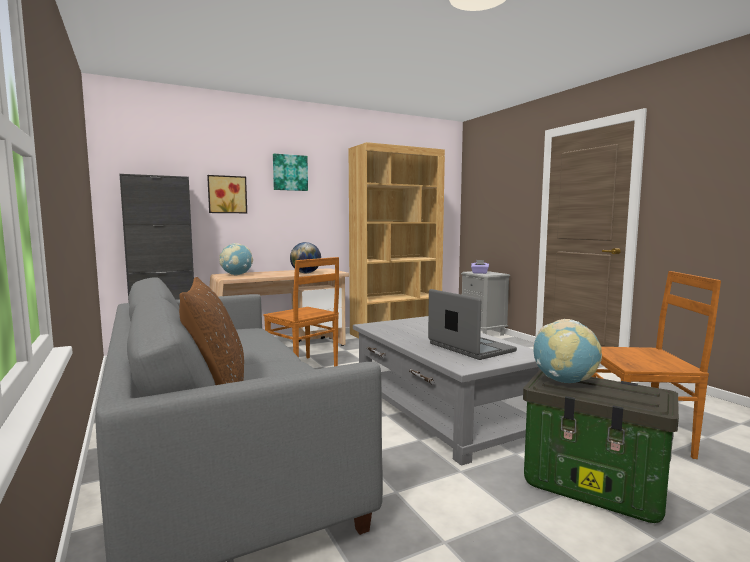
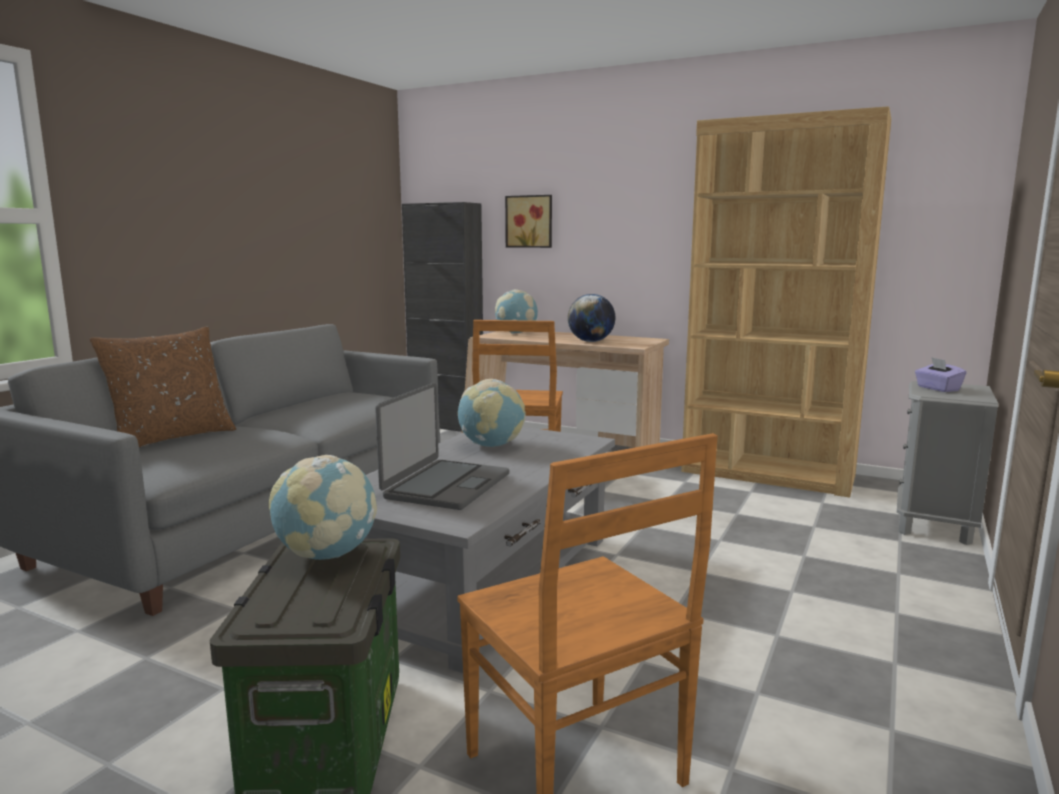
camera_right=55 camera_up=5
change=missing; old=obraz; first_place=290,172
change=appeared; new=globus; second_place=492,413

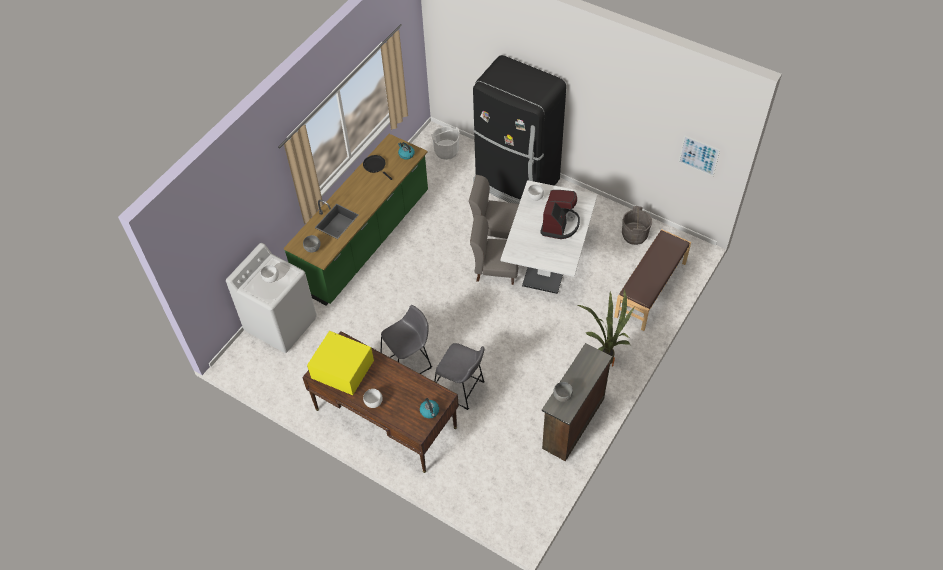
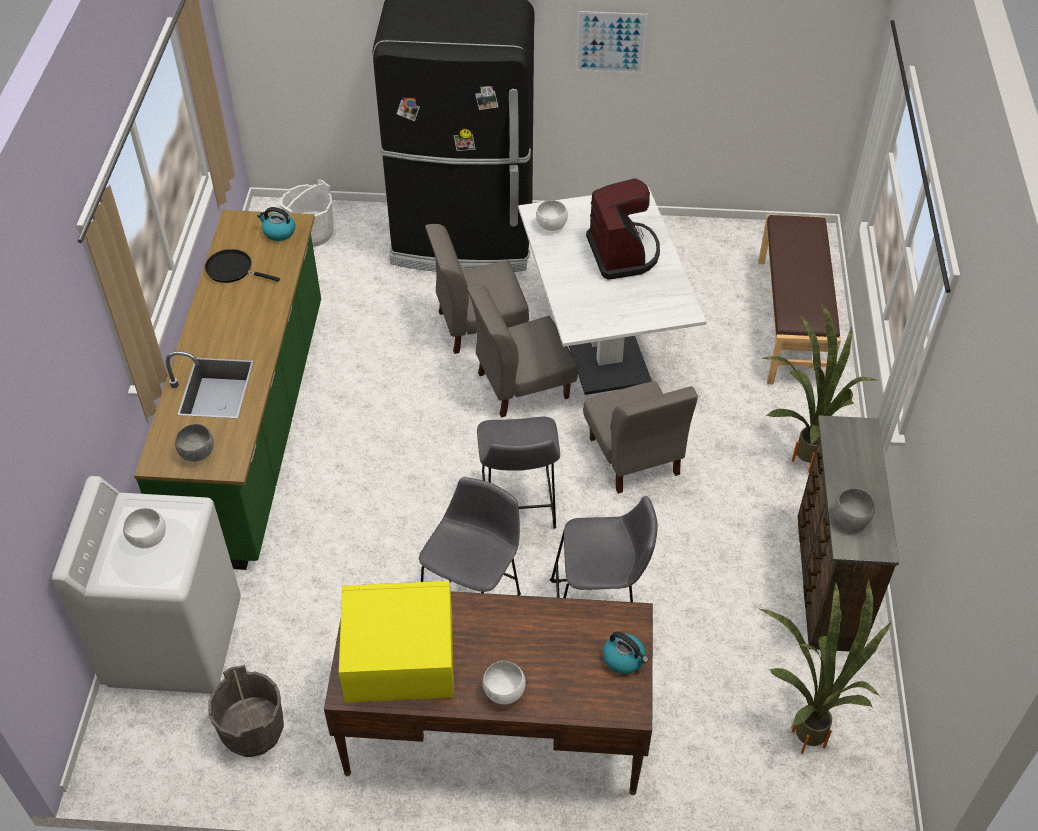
camera_right=-30 camera_up=-5
change=relocated; old=wiadro (szary); first_place=637,225; second_place=246,711
change=relocated; old=obraz; first_place=699,155; second_place=612,42
change=appeared; new=stołek (szary); second_place=518,473
change=appeared; new=krzesło (szary); second_place=640,437
change=appeared; new=roślina doniczkowa; second_place=826,666

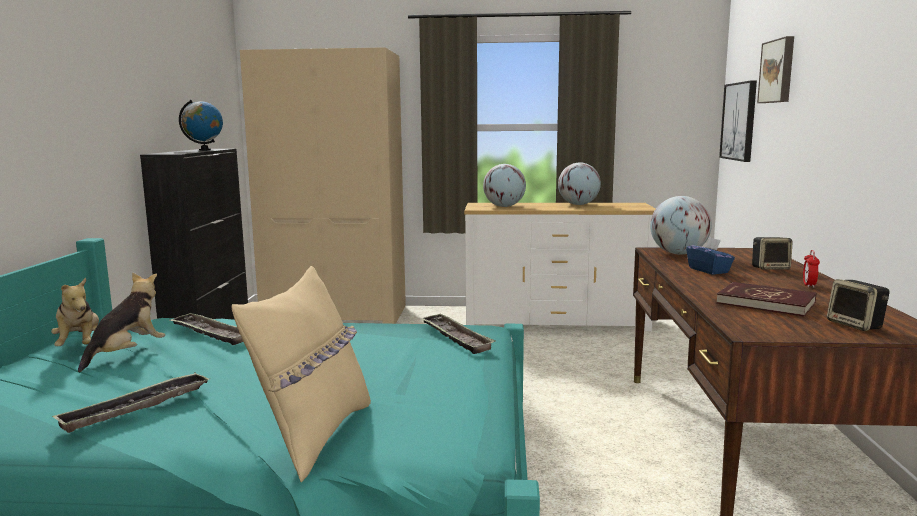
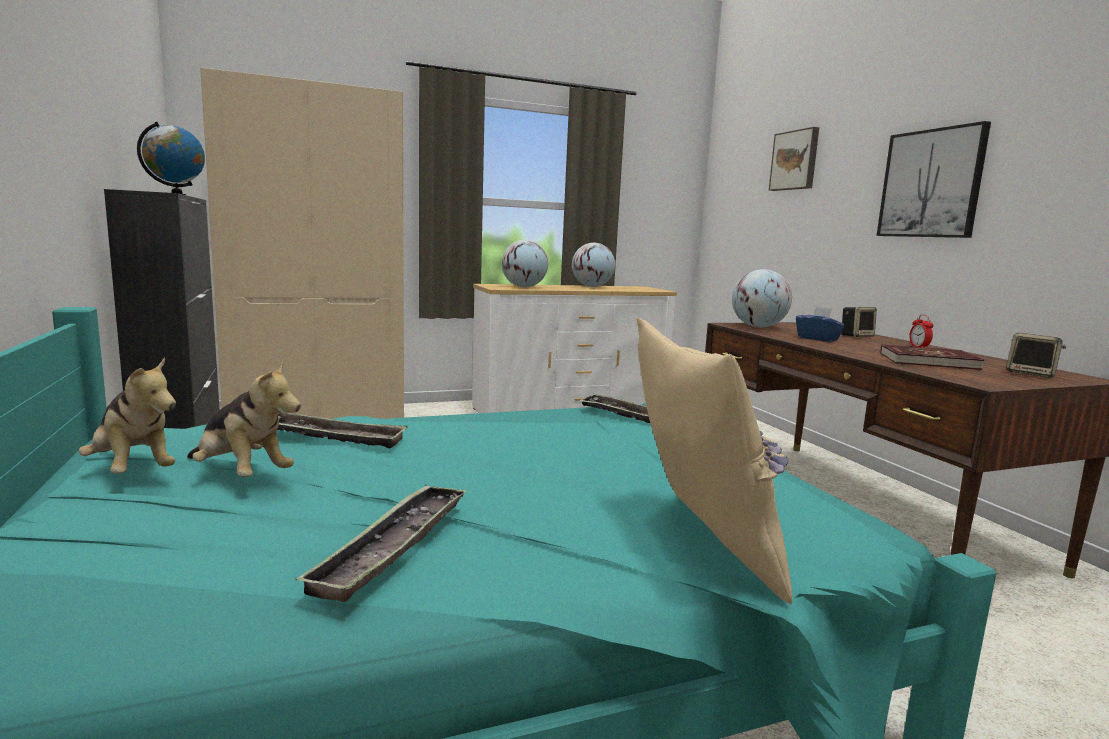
camera_right=-25 camera_up=0
change=spun; old=pluszak; first_place=121,322; second_place=244,419; degrees=120
change=relocated; old=obraz; first_place=738,121; second_place=934,179

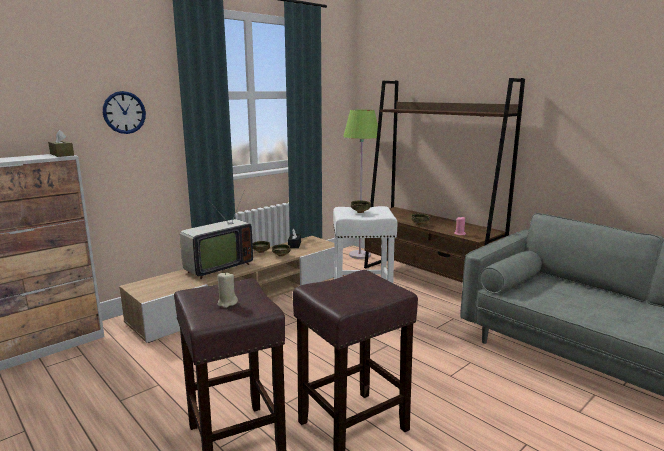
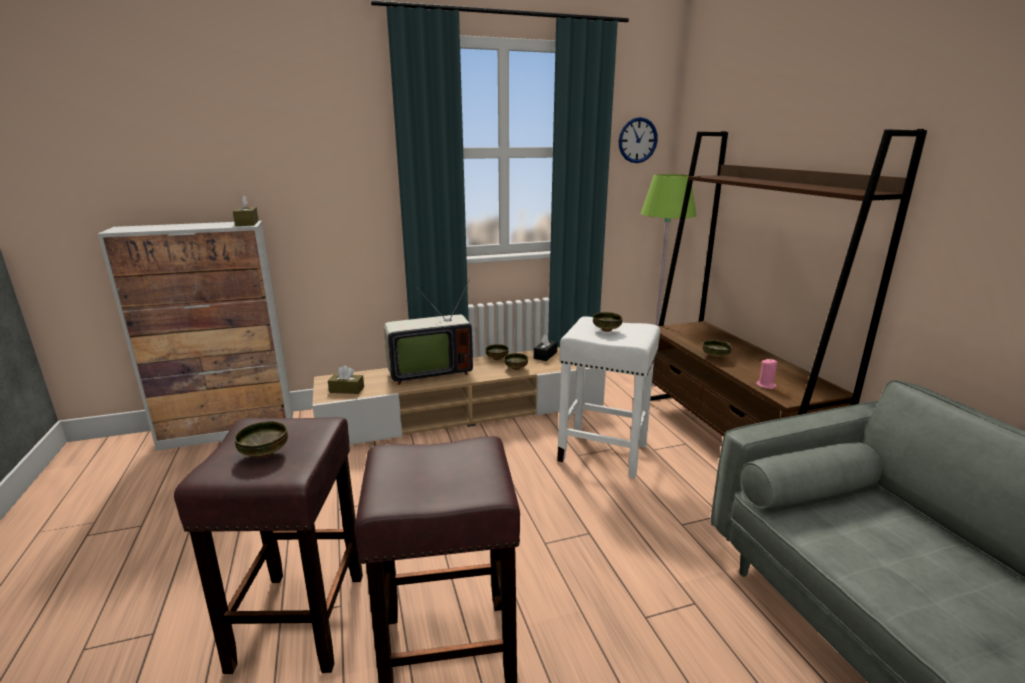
camera_right=25 camera_up=5
change=relocated; old=zegar ścienny; first_place=124,112; second_place=638,140
change=exchanged; old=świeca (beżowy); new=miska; first_place=227,290; second_place=261,439
change=appeared; new=pudełko chusteczek (brązowy); second_place=346,379

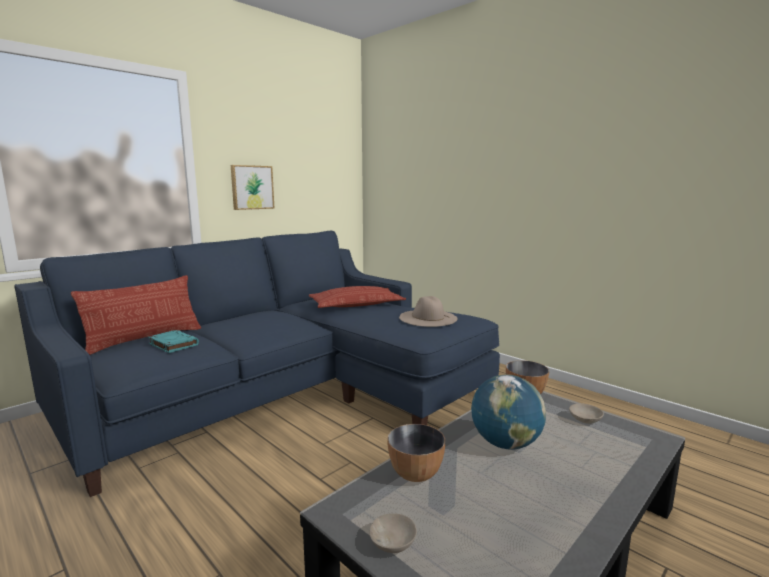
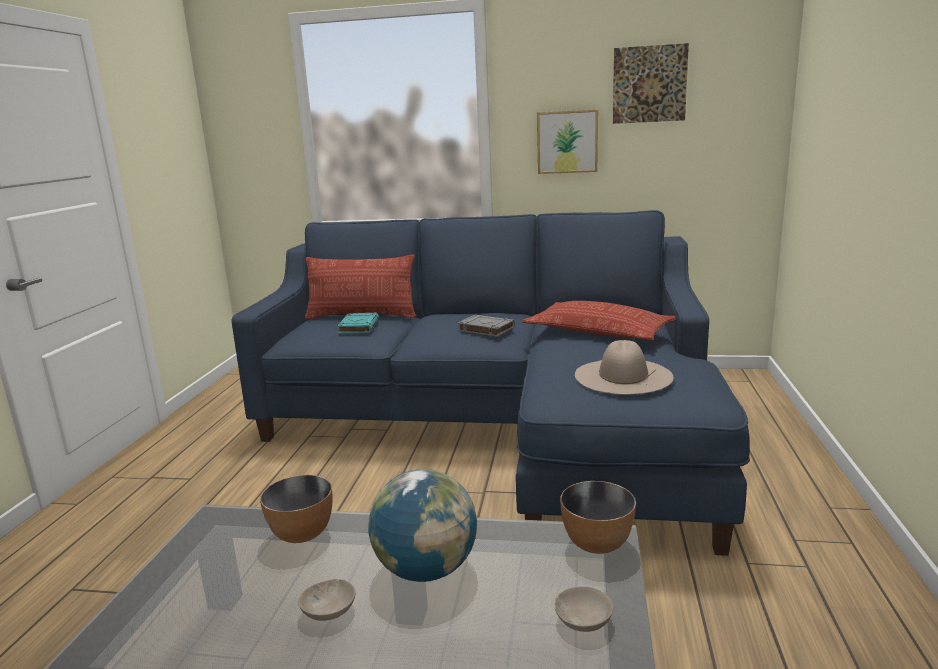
camera_right=55 camera_up=5
change=relocated; old=miska (beżowy); first_place=393,533; second_place=327,600
change=appeared; new=książka (szary); second_place=486,326
change=appeared; new=obraz; second_place=651,83

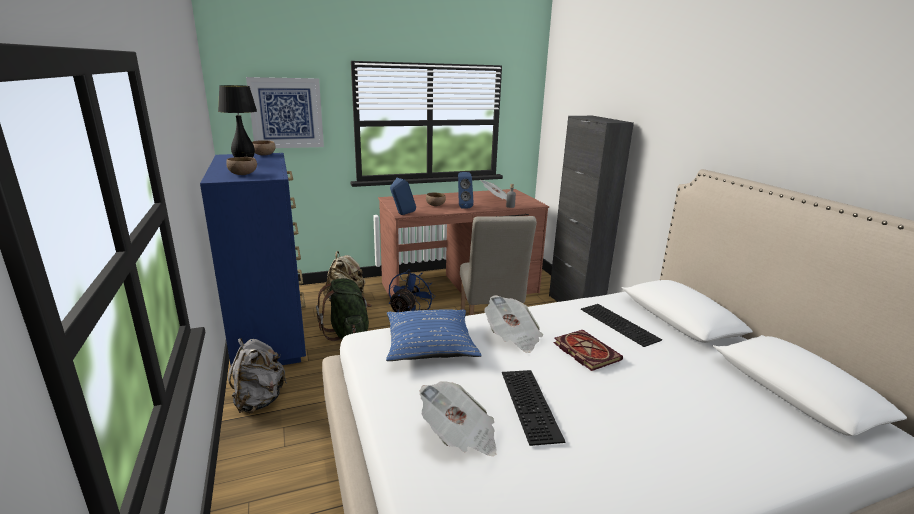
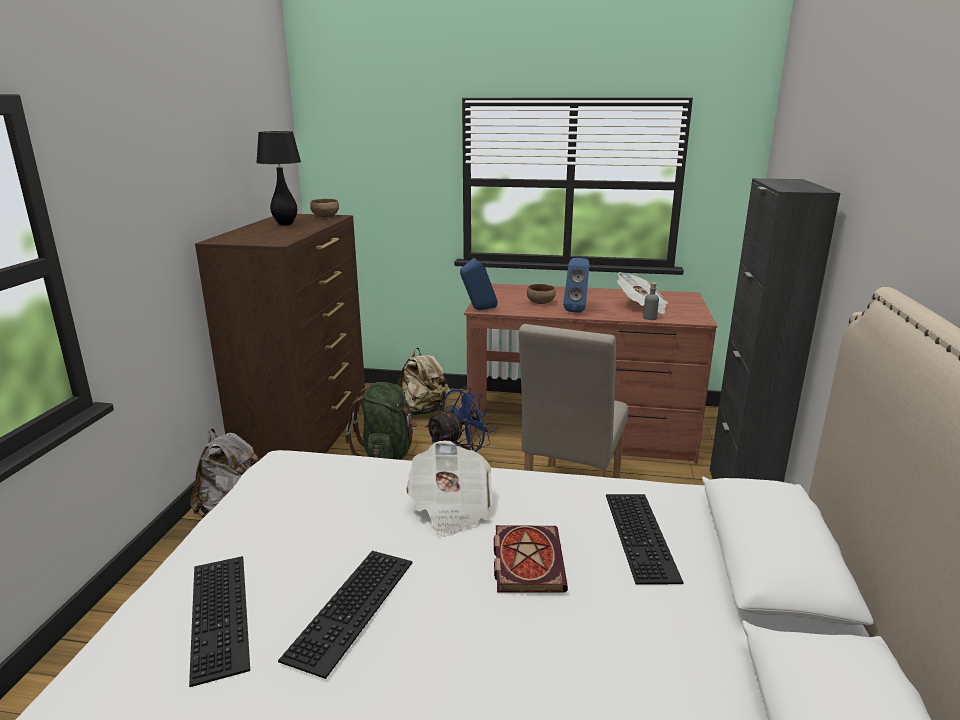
camera_right=30 camera_up=0
change=colour; old=komoda (niebieski); new=komoda (brązowy); first_place=253,259; second_place=280,337
change=missing; old=miska (brązowy); first_place=241,166
change=missing; old=obraz; first_place=285,112
change=missing; old=poduszka (niebieski); first_place=434,335
change=exchanged; old=gazeta; new=klawiatura; first_place=457,418; second_place=219,621

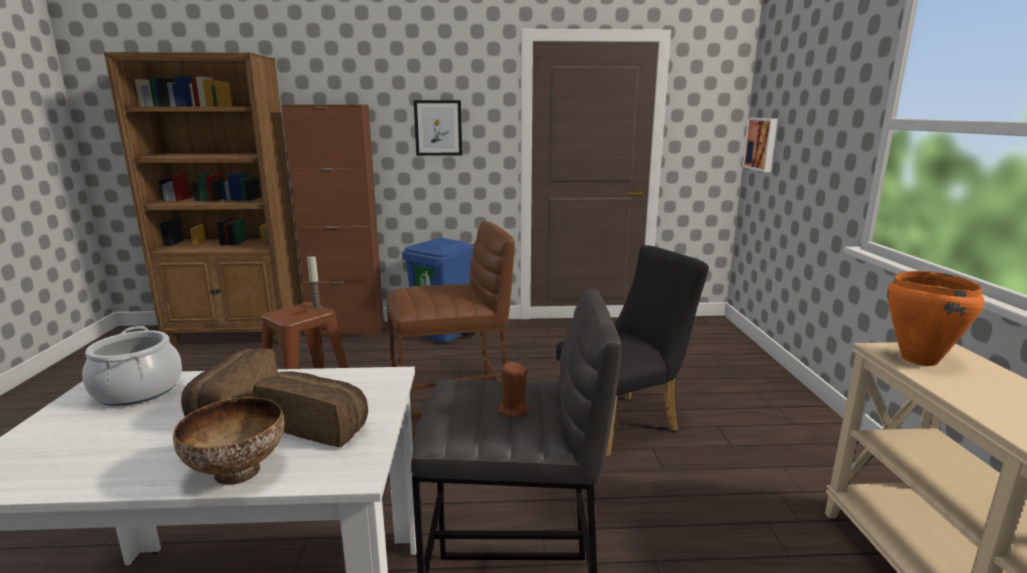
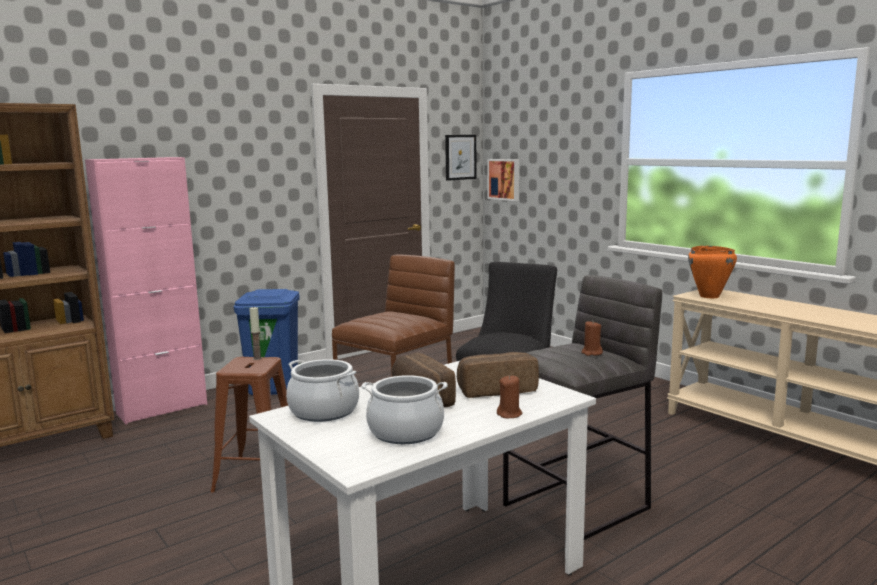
camera_right=-35 camera_up=-5
change=exchanged; old=miska; new=świeca (brązowy); first_place=228,441; second_place=509,396
change=colour; old=szafka (brązowy); new=szafka (różowy); first_place=332,220; second_place=146,290
change=relocated; old=obraz; first_place=438,128; second_place=461,158
change=appeared; new=garnek; second_place=404,409

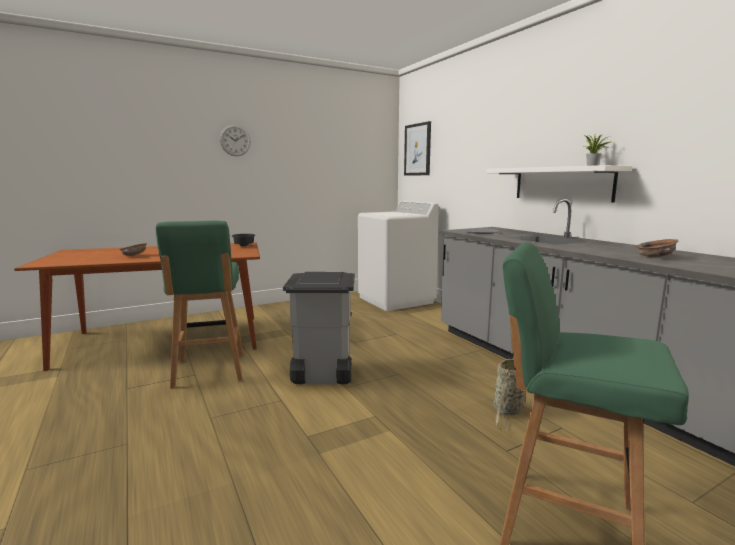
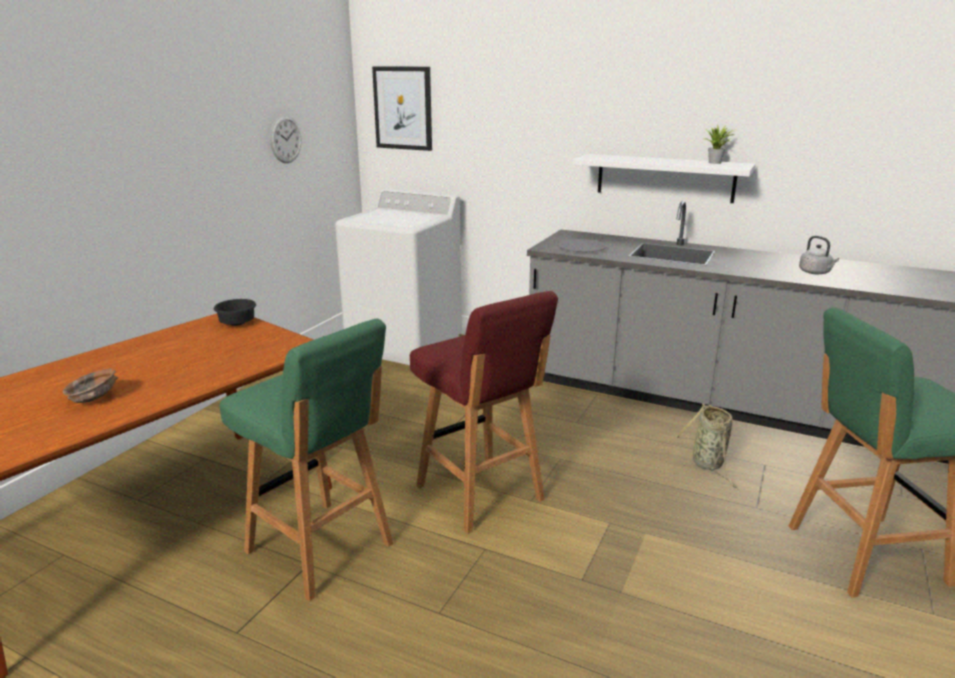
camera_right=-35 camera_up=10
change=relocated; old=zegar ścienny; first_place=235,140; second_place=285,139
change=exchanged; old=kosz na śmieci (szary); new=stołek (czerwony); first_place=319,328; second_place=484,412
change=exchanged; old=miska (brązowy); new=czajnik (szary); first_place=657,248; second_place=819,255

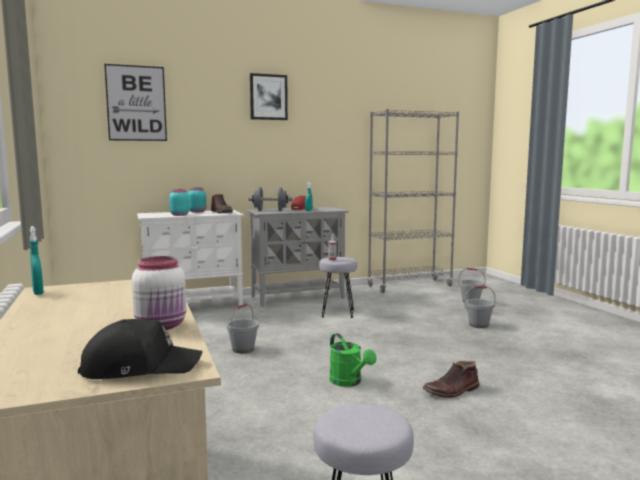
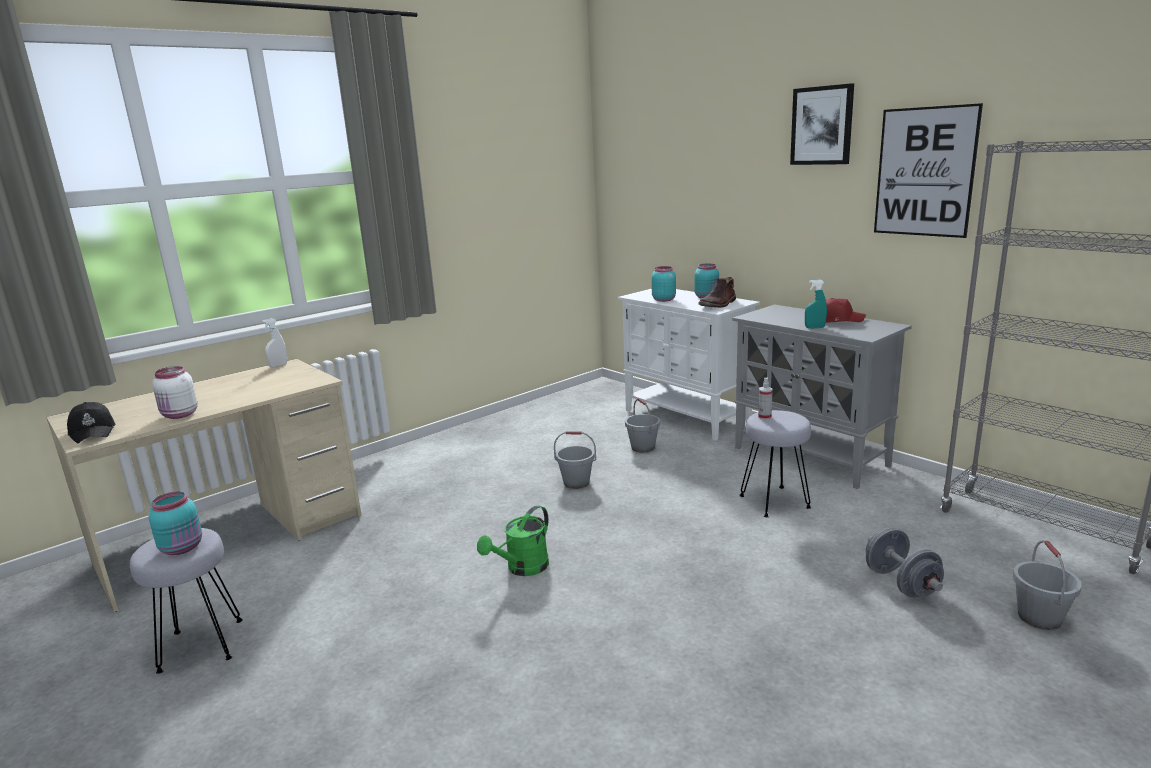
camera_right=70 camera_up=10
change=colour; old=spryskiwacz (turkusowy); new=spryskiwacz (biały); first_place=37,260; second_place=274,343
change=relocated; old=obraz; first_place=135,102; second_place=928,170
change=relocated; old=hantel (szary); first_place=270,199; second_place=905,563
change=missing; old=but z cholewką (brązowy); first_place=451,379
change=relocated; old=wiadro (szary); first_place=479,307; second_place=642,425
change=appeared; new=słoik (turkusowy); second_place=175,523

